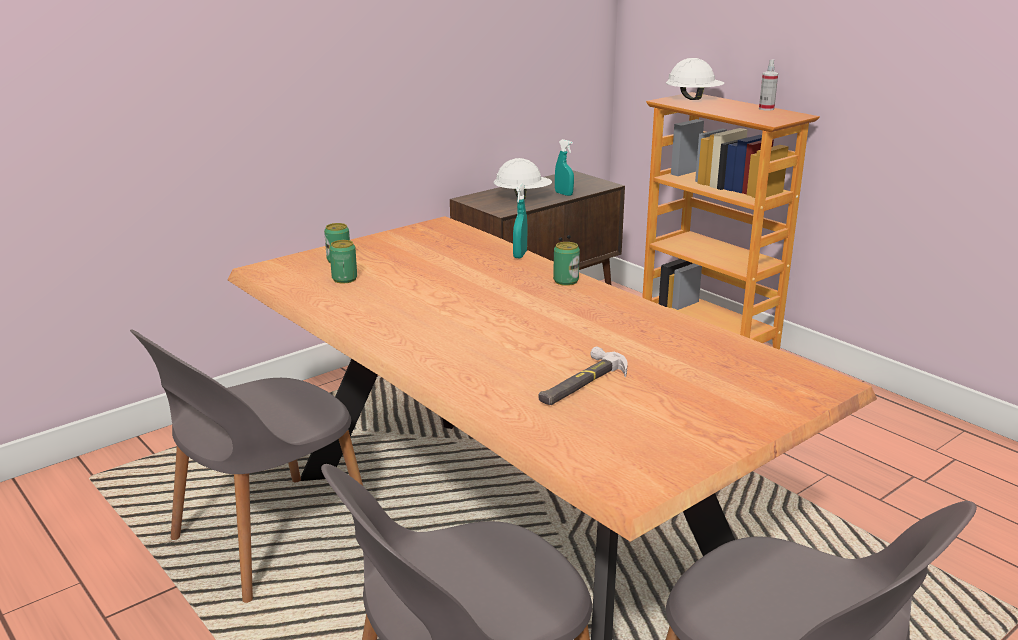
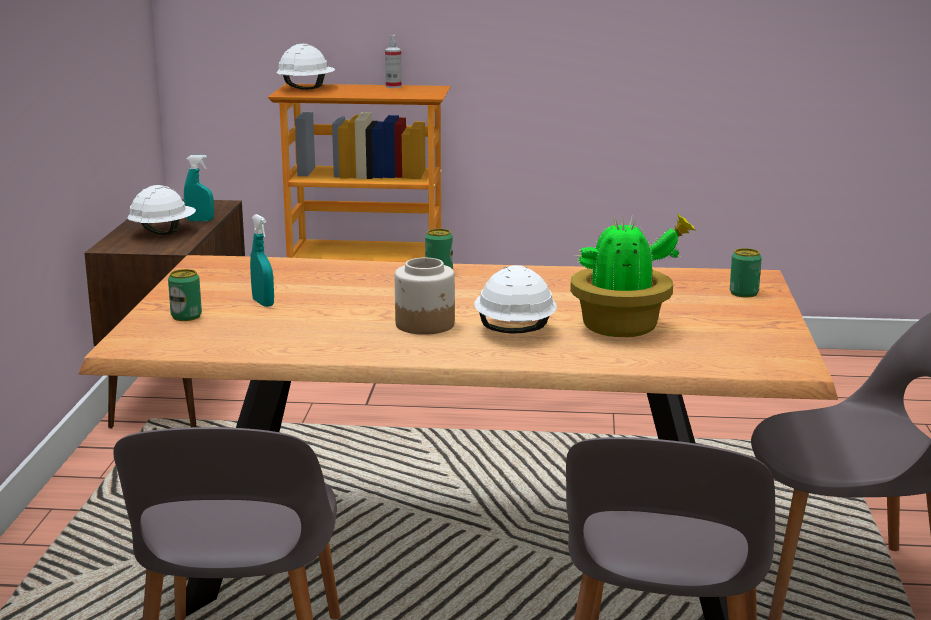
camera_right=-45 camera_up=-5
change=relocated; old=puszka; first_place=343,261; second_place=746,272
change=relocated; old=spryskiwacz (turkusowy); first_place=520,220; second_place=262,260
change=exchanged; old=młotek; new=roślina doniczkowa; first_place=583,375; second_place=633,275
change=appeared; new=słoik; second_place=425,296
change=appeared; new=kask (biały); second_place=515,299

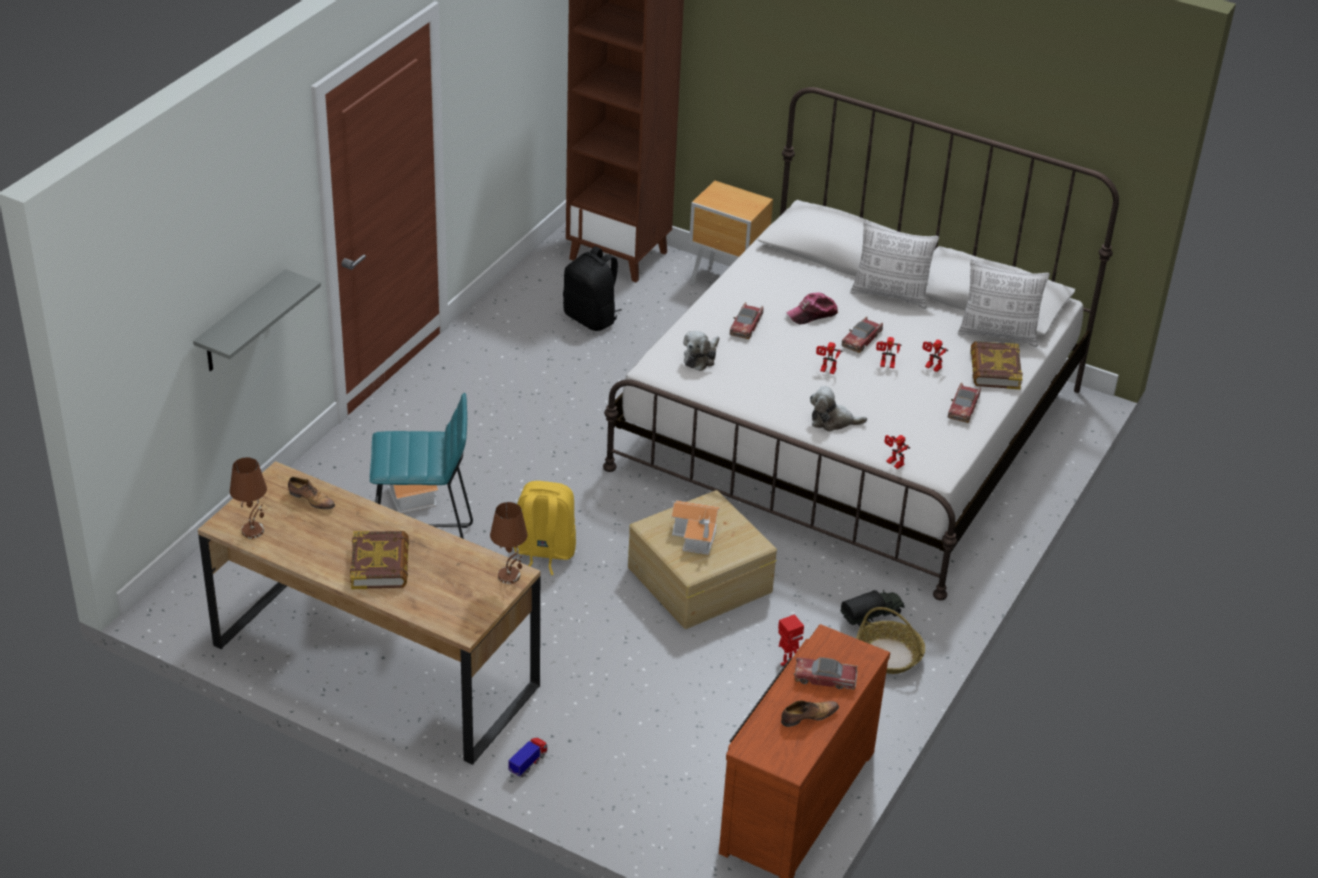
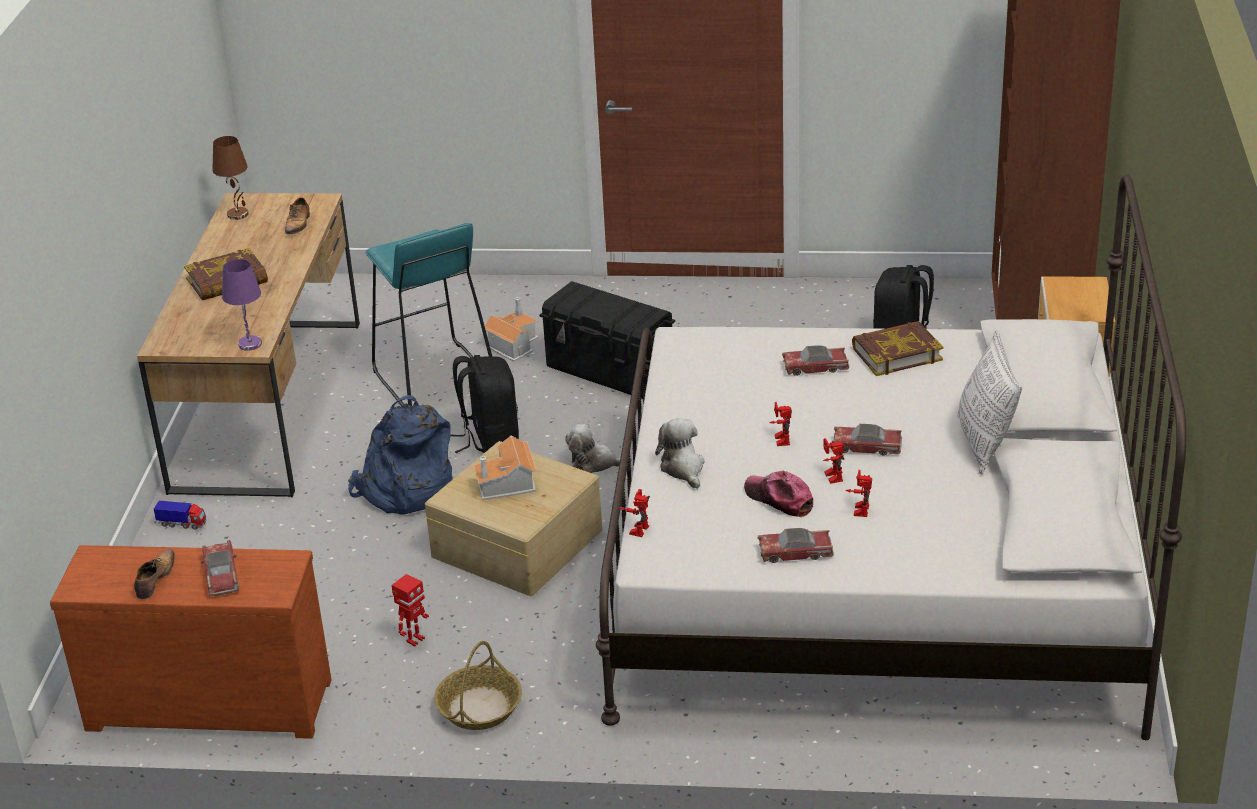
camera_right=70 camera_up=-5
change=missing; old=półka (szary); first_place=257,320
change=colour; old=lampa stołowa (brązowy); new=lampa stołowa (fioletowy); first_place=508,543; second_place=242,305
change=colour; old=plecak (żółty); new=plecak (czarny); first_place=545,528; second_place=485,404
change=relocated; old=pluszak; first_place=701,351; second_place=598,448
change=spun; old=but; first_place=810,714; second_place=154,574; degrees=-120
change=relocated; old=czapka z daszkiem; first_place=812,309; second_place=778,494
change=missing; old=ciężarówka zabawkowa; first_place=873,608
change=missing; old=poduszka; first_place=1004,303
change=relocated; old=książka; first_place=997,365; second_place=898,348
change=appeared; new=plecak (niebieski); second_place=400,455
change=appeared; new=pojemnik do przechowywania (czarny); second_place=607,340

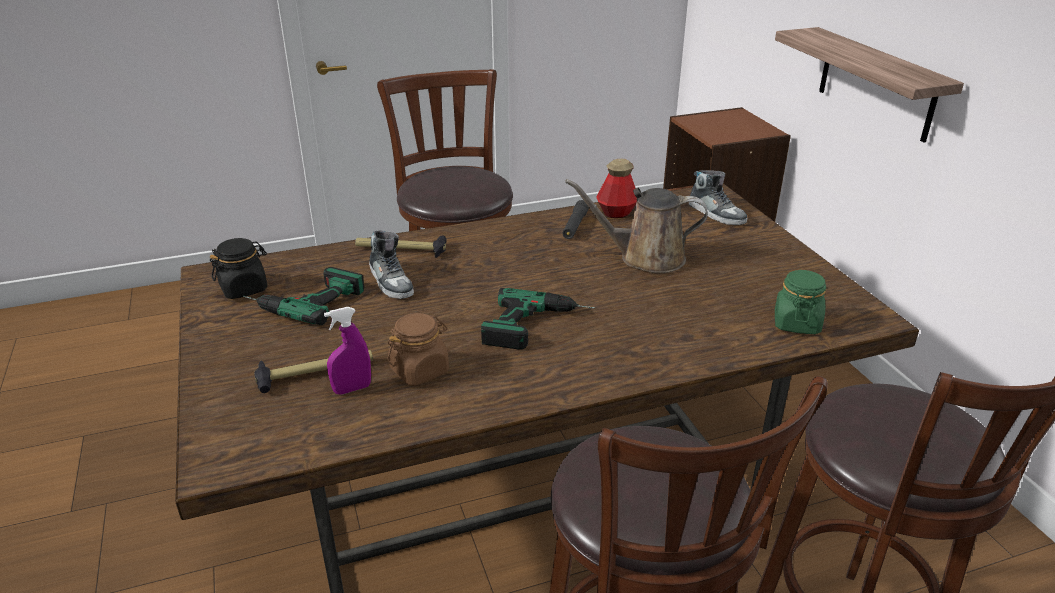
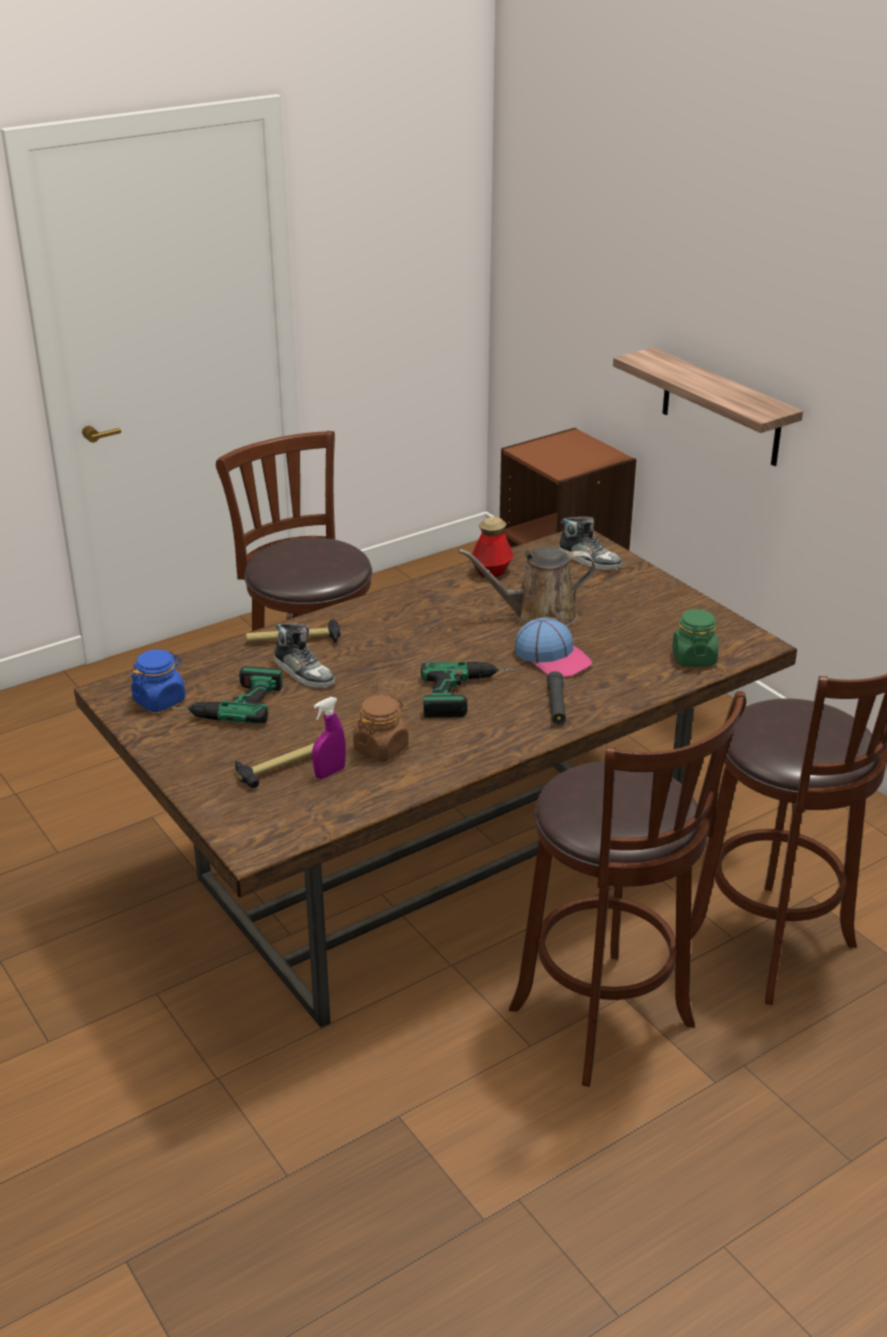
camera_right=-15 camera_up=0
change=colour; old=słoik (czarny); new=słoik (niebieski); first_place=239,268; second_place=158,681
change=relocated; old=latarka (czarny); first_place=575,219; second_place=556,697
change=appeared; new=czapka z daszkiem; second_place=553,647

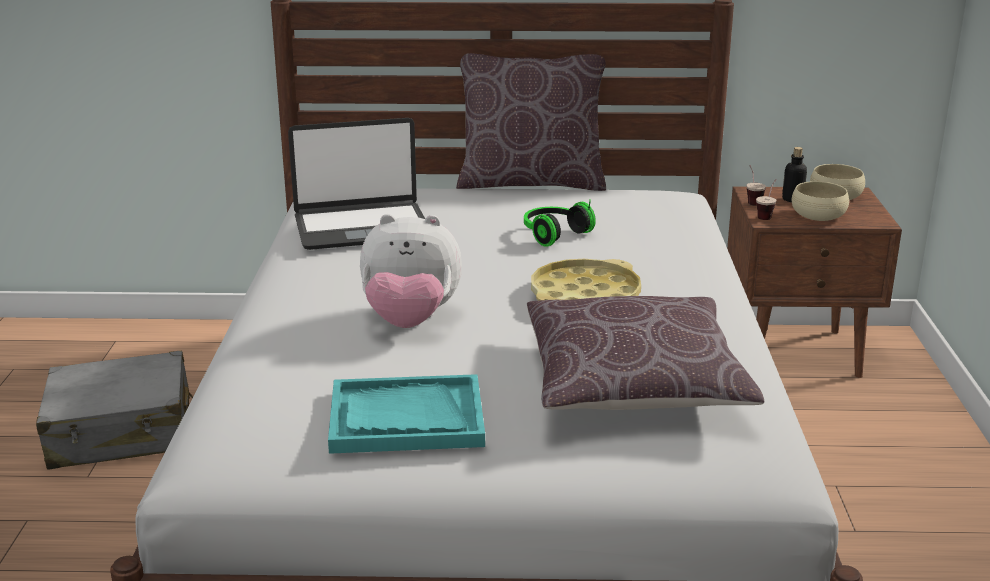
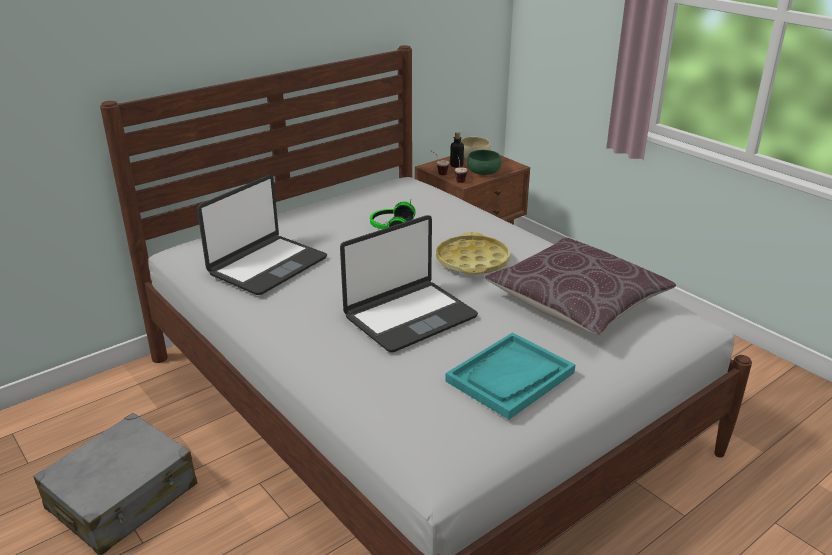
camera_right=-40 camera_up=5
change=exchanged; old=pluszak; new=laptop; first_place=411,271; second_place=409,283
change=missing; old=poduszka (brązowy); first_place=531,122
change=colour; old=miska (beżowy); new=miska (zielony); first_place=820,201; second_place=484,162

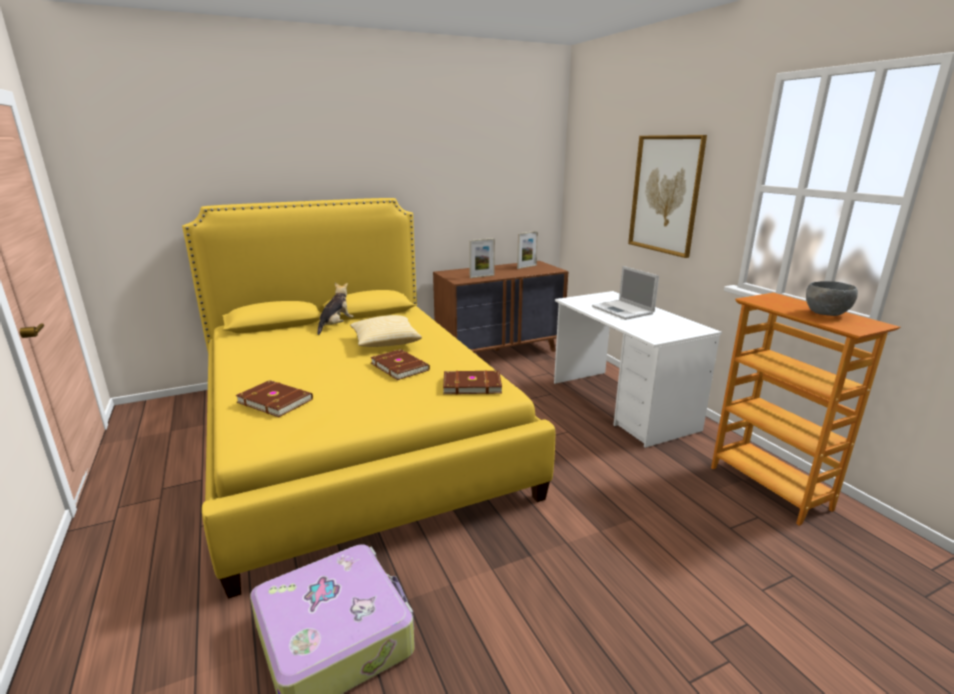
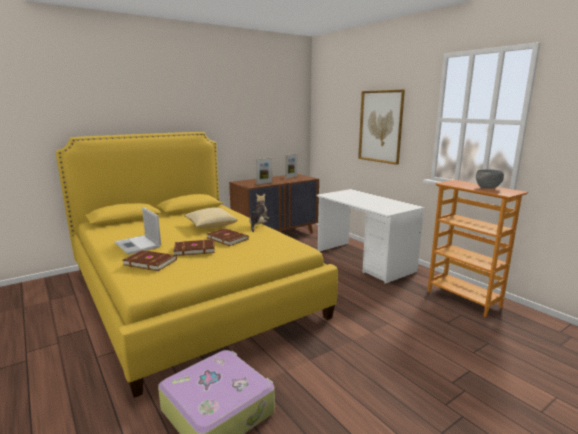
camera_right=-10 camera_up=-5
change=relocated; old=pluszak; first_place=335,309; second_place=259,213
change=relocated; old=książka (brązowy); first_place=472,382; second_place=194,247
change=relocated; old=laptop; first_place=625,293; second_place=138,230

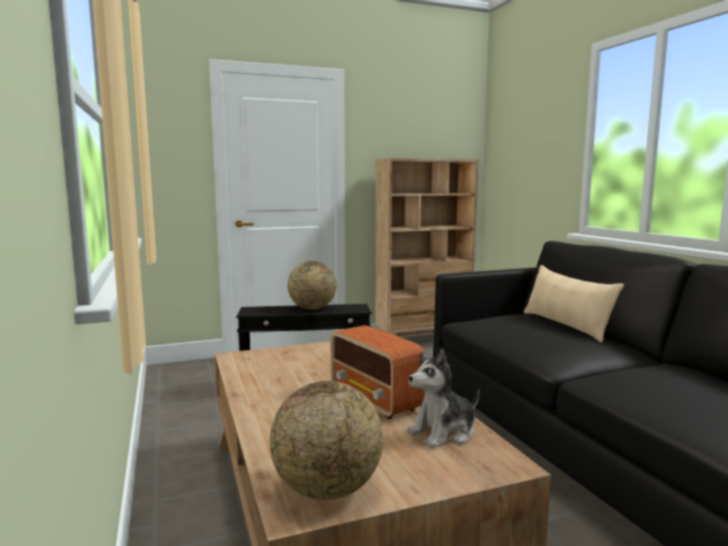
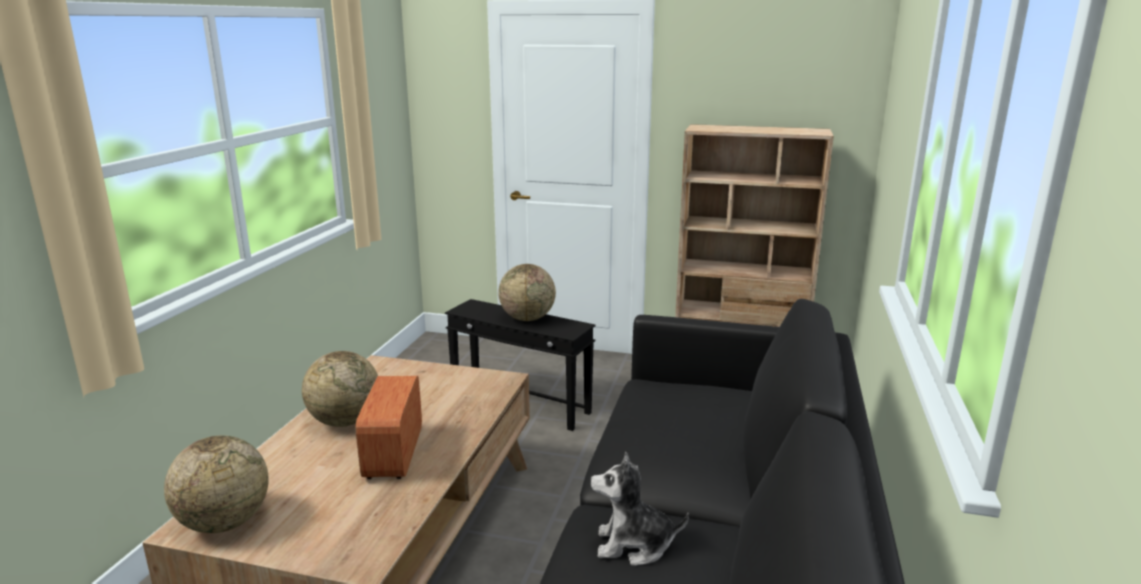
camera_right=35 camera_up=10
change=relocated; old=pluszak; first_place=443,398; second_place=640,509
change=missing; old=poduszka (beżowy); first_place=574,304
change=appeared; new=globus; second_place=340,389

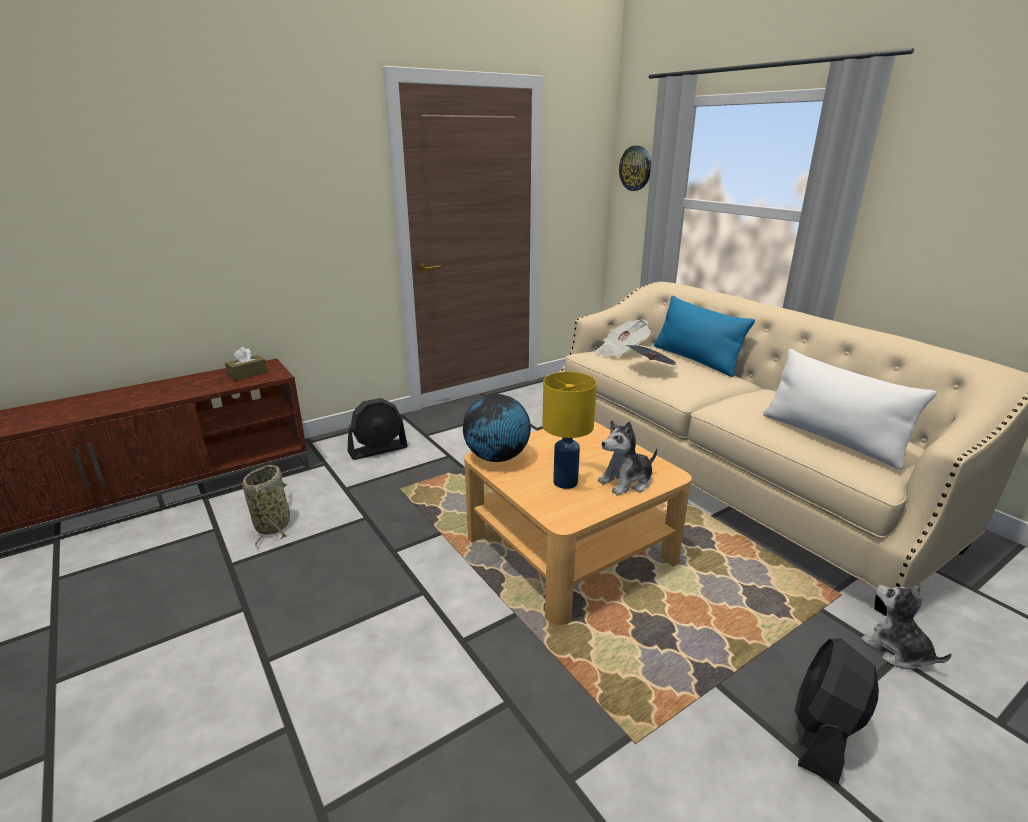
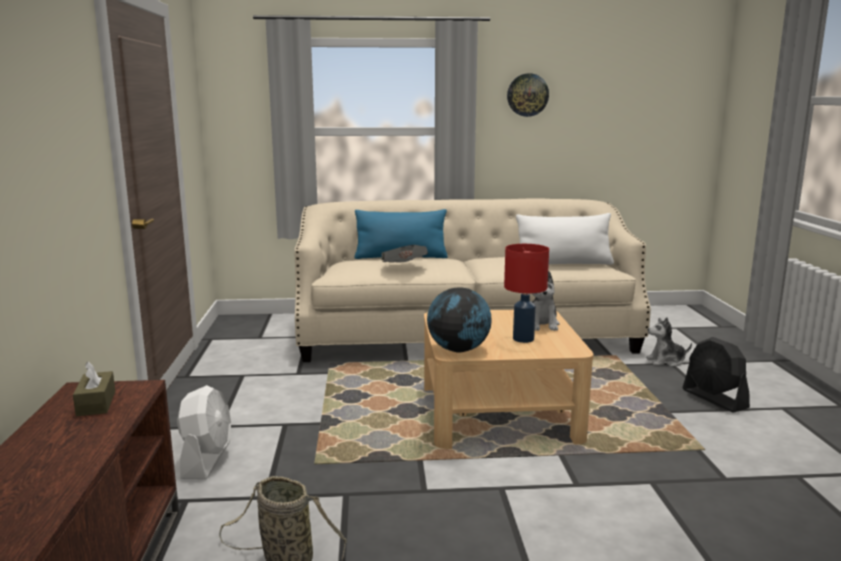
camera_right=-60 camera_up=-10
change=colour; old=wentylator (czarny); new=wentylator (biały); first_place=378,429; second_place=204,432
change=colour; old=lampa stołowa (żółty); new=lampa stołowa (czerwony); first_place=569,430; second_place=526,293
change=missing; old=gazeta; first_place=623,338
change=relocated; old=zegar ścienny; first_place=635,168; second_place=528,95

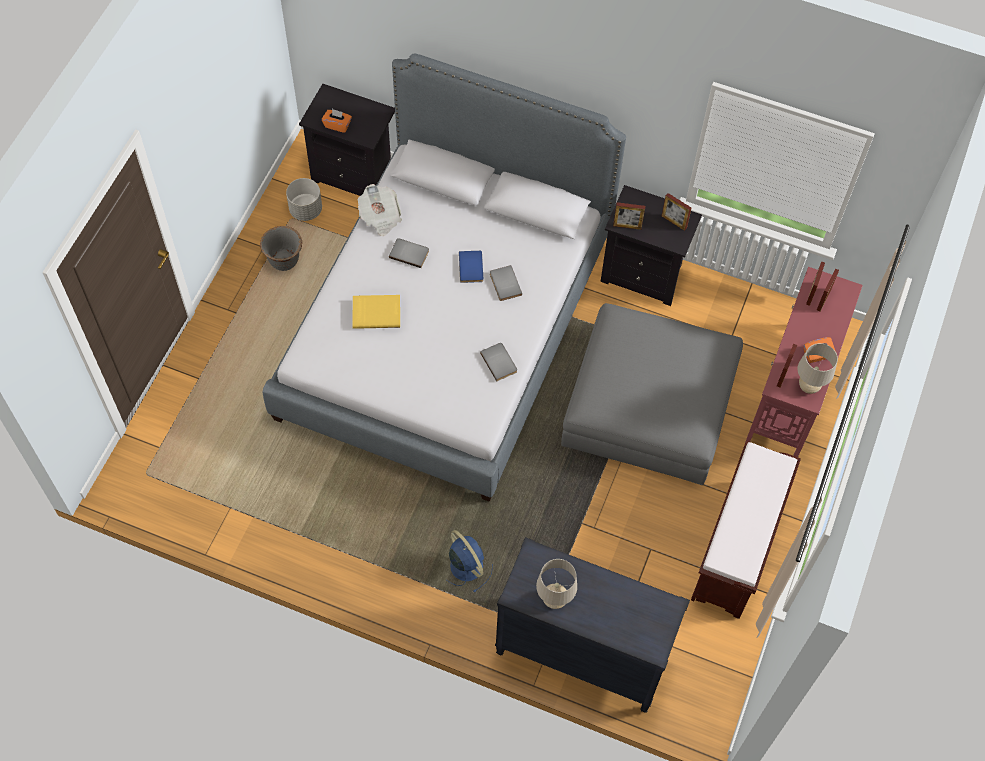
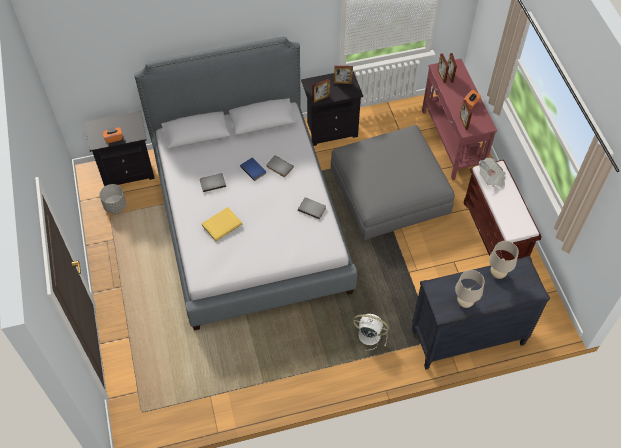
camera_right=-35 camera_up=-5
change=missing; old=donica (szary); first_place=281,248
change=relocated; old=gazeta; first_place=380,210; second_place=492,173
change=colour; old=wentylator (niebieski); new=wentylator (biały); first_place=470,561; second_place=371,332
change=relocated; old=lampa stołowa (beżowy); first_place=818,368; second_place=504,260

